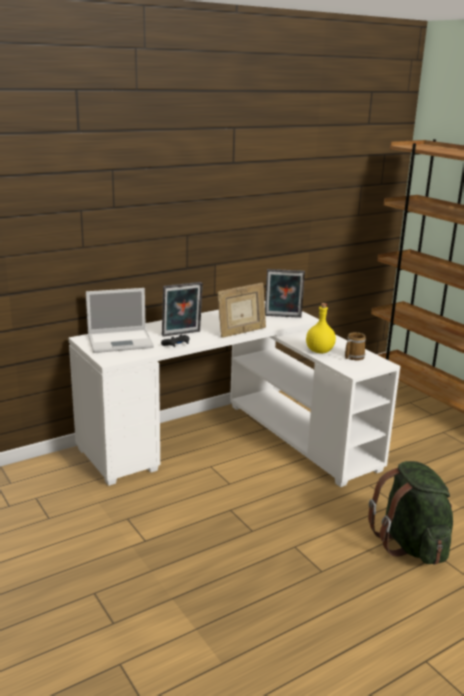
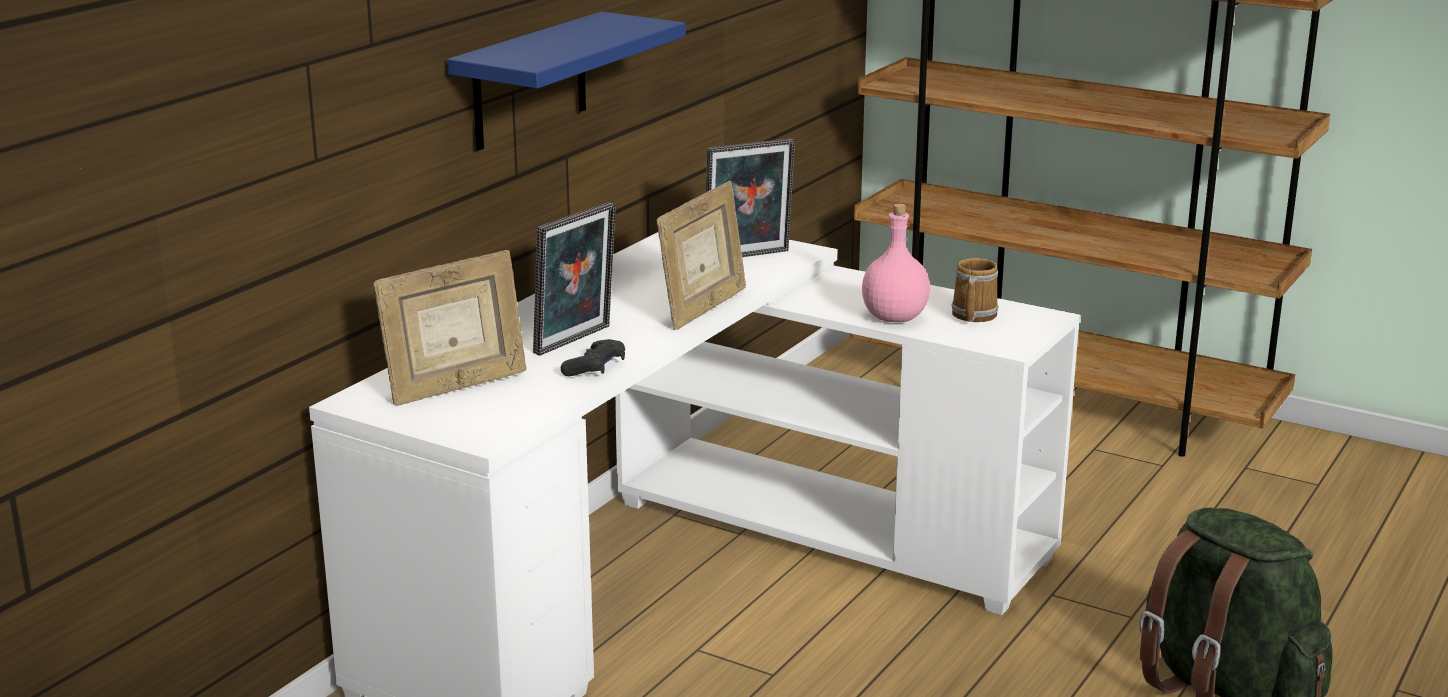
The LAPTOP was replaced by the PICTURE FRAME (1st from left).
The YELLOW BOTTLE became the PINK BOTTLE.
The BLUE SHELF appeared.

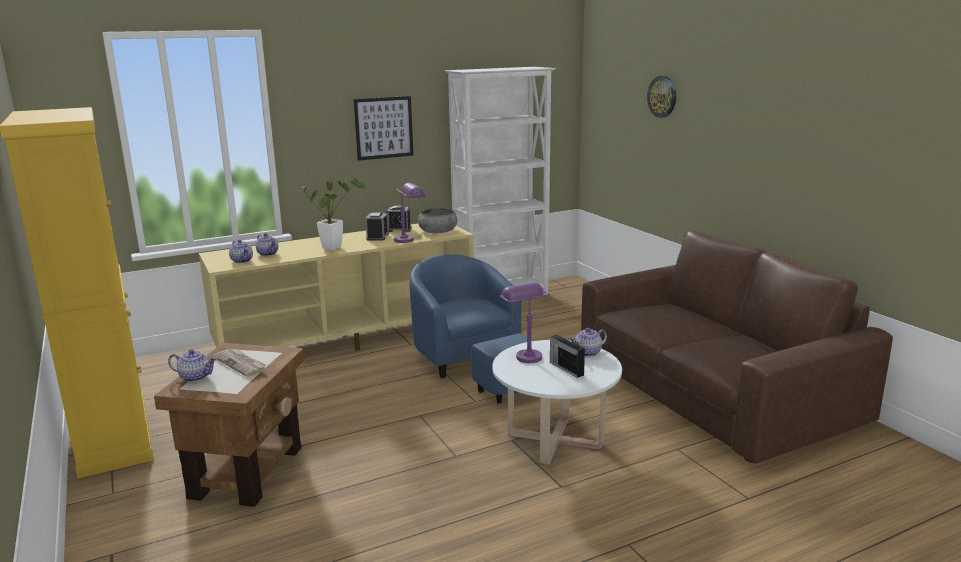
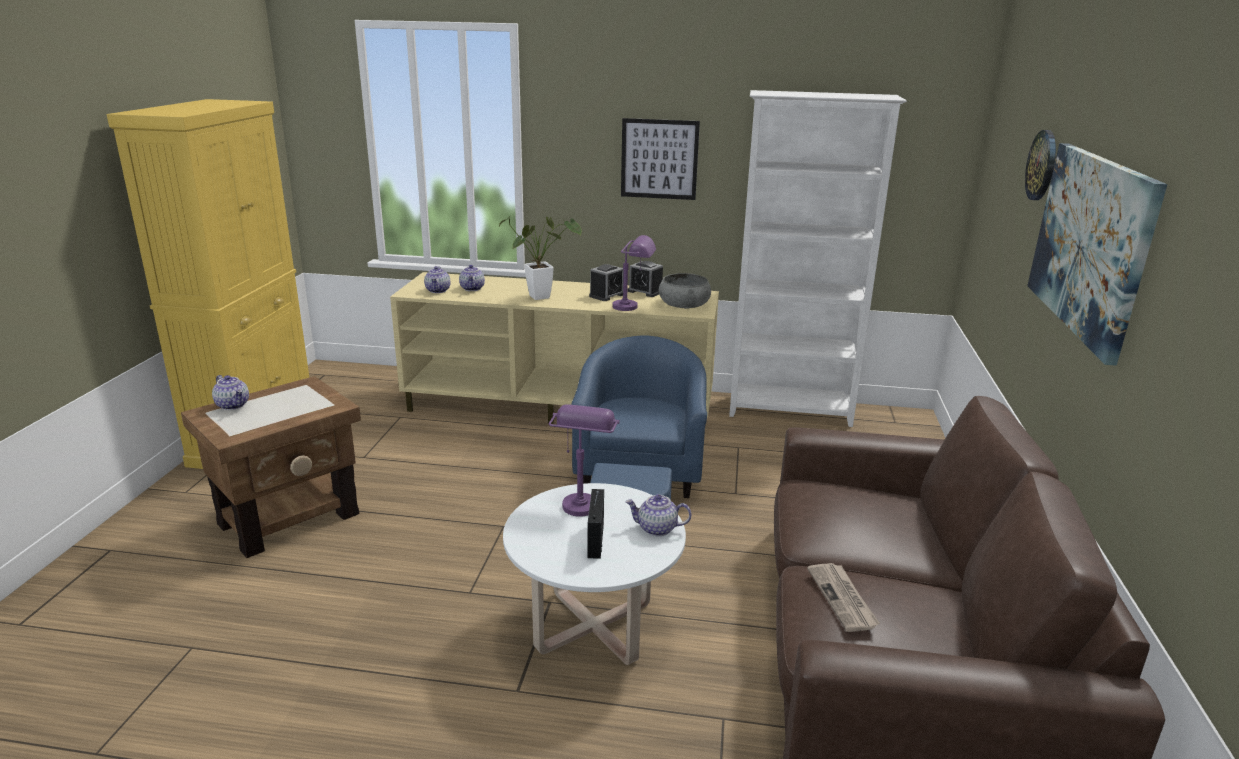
The NEWSPAPER moved.
The PICTURE (2nd from left) appeared.

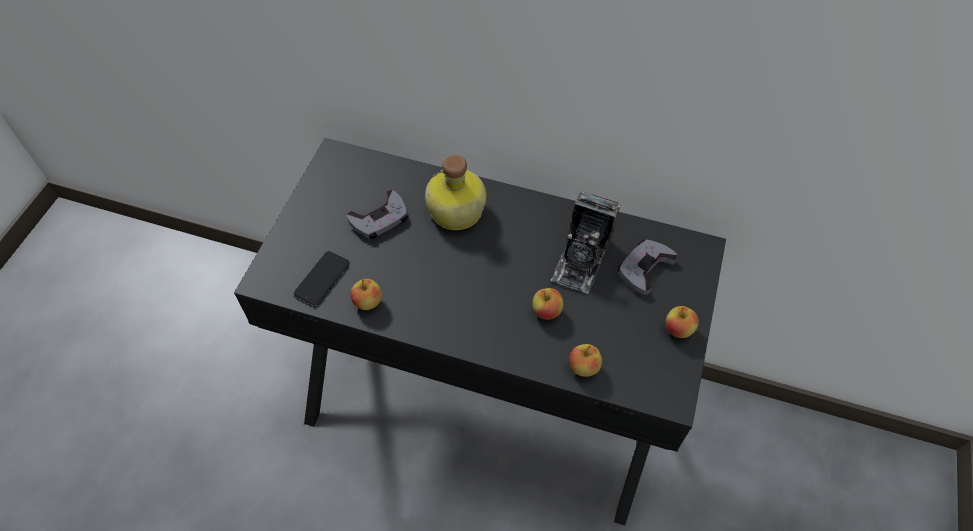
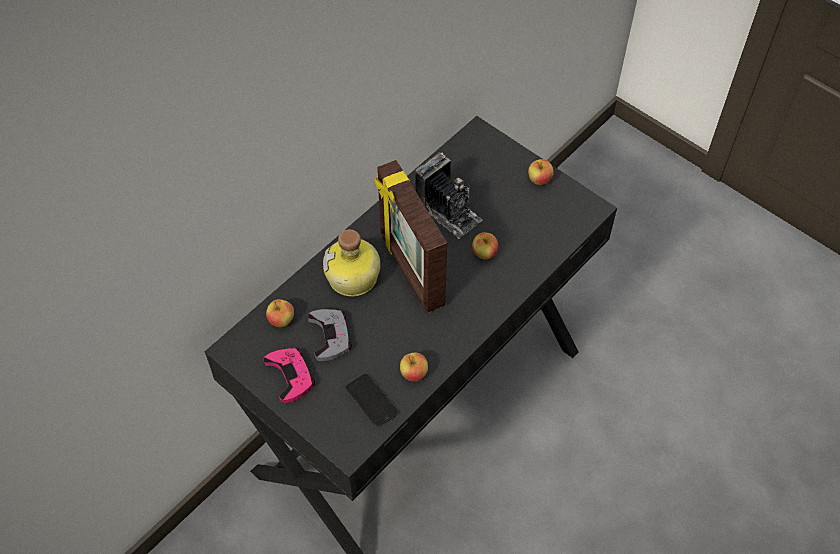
The GREY GAME CONTROLLER (2nd from left) disappeared.
The APPLE (3rd from left in the first image) moved.
The PICTURE FRAME appeared.
The PINK GAME CONTROLLER appeared.

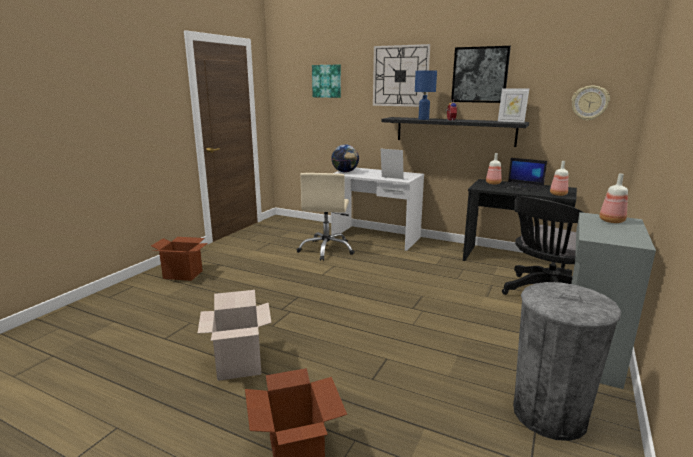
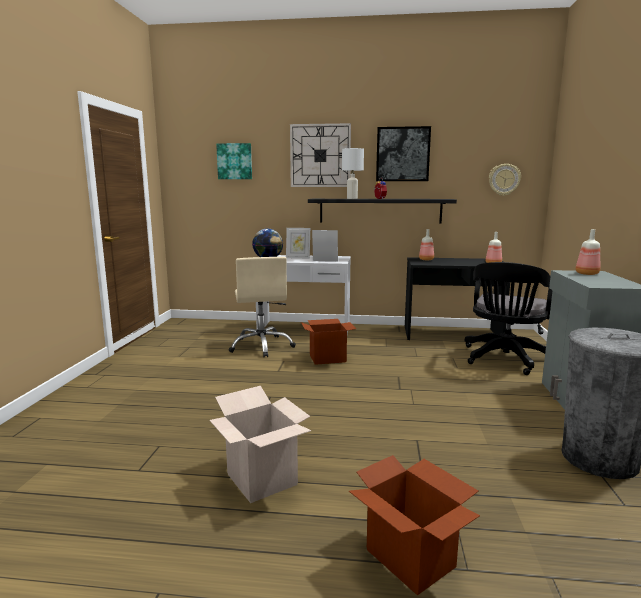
The BLUE TABLE LAMP became the WHITE TABLE LAMP.
The PICTURE FRAME (2nd from left in the first image) moved.
The LAPTOP disappeared.
The CARDBOARD BOX (1st from left in the first image) moved.

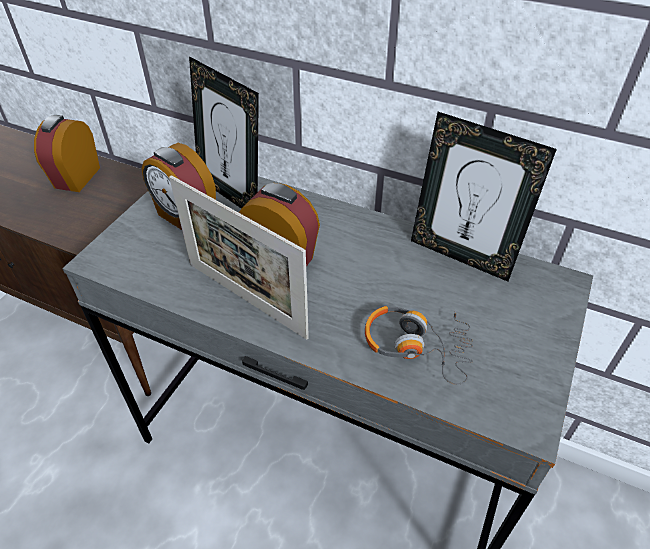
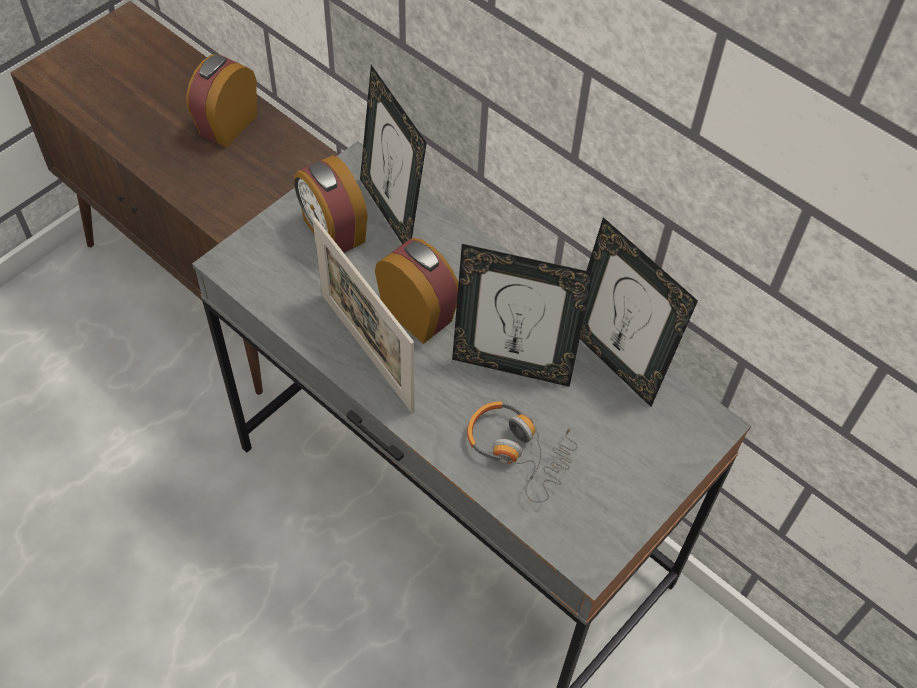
The PICTURE FRAME (3rd from left) appeared.

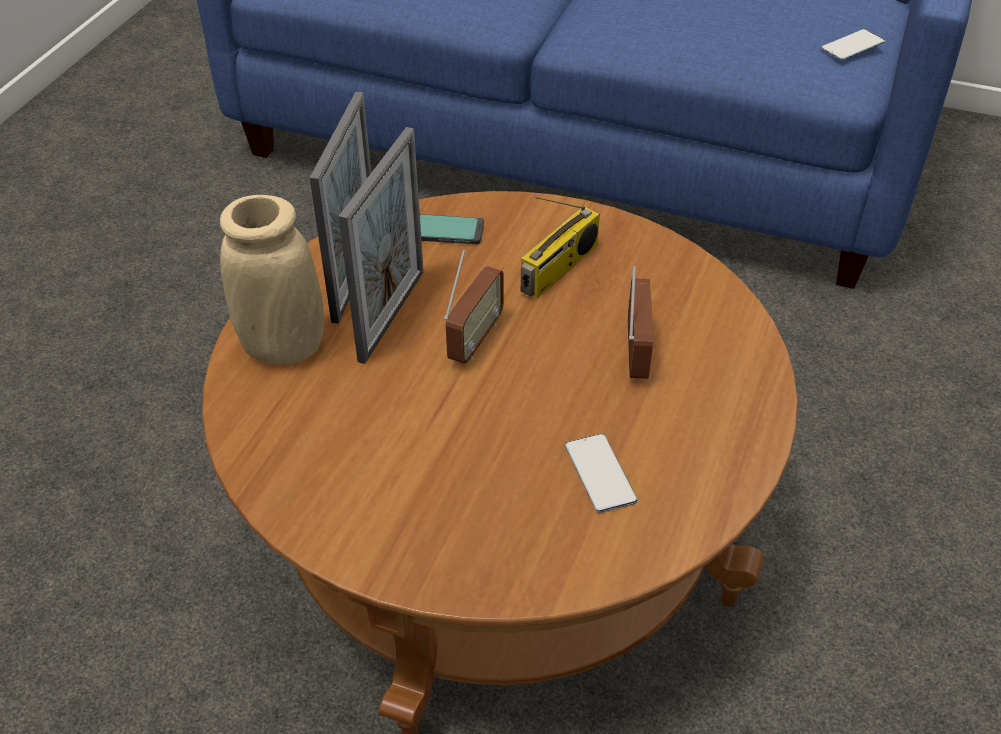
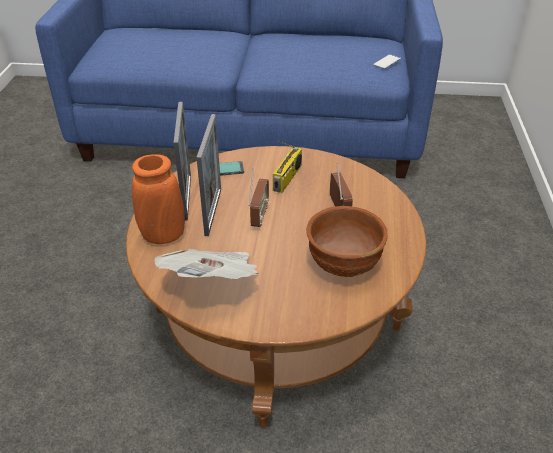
The BEIGE VASE became the ORANGE VASE.
The PHONE (2nd from left) was replaced by the BROWN BOWL.
The NEWSPAPER appeared.

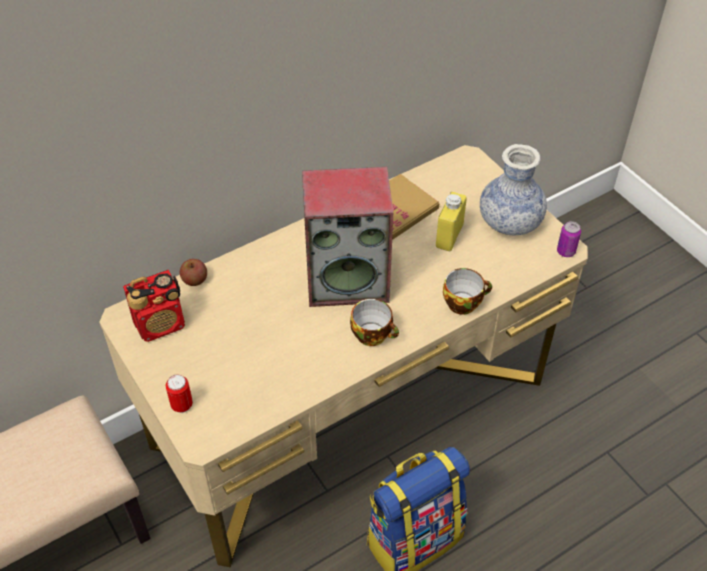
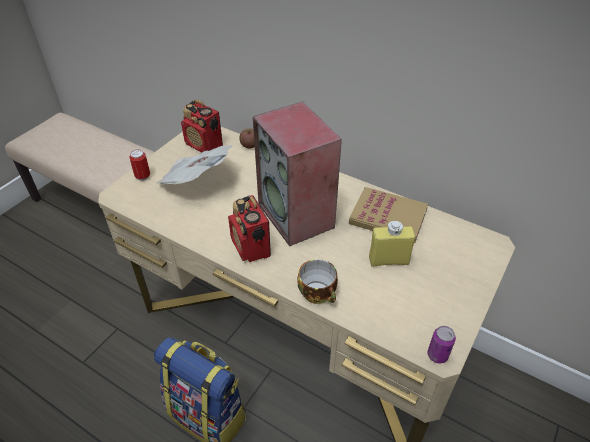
The VASE disappeared.
The CUP (1st from left) was replaced by the RADIO (2nd from left).
The NEWSPAPER appeared.

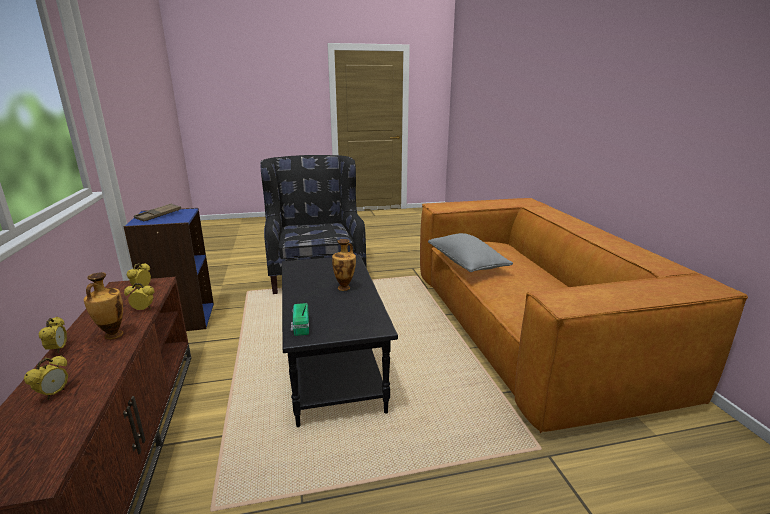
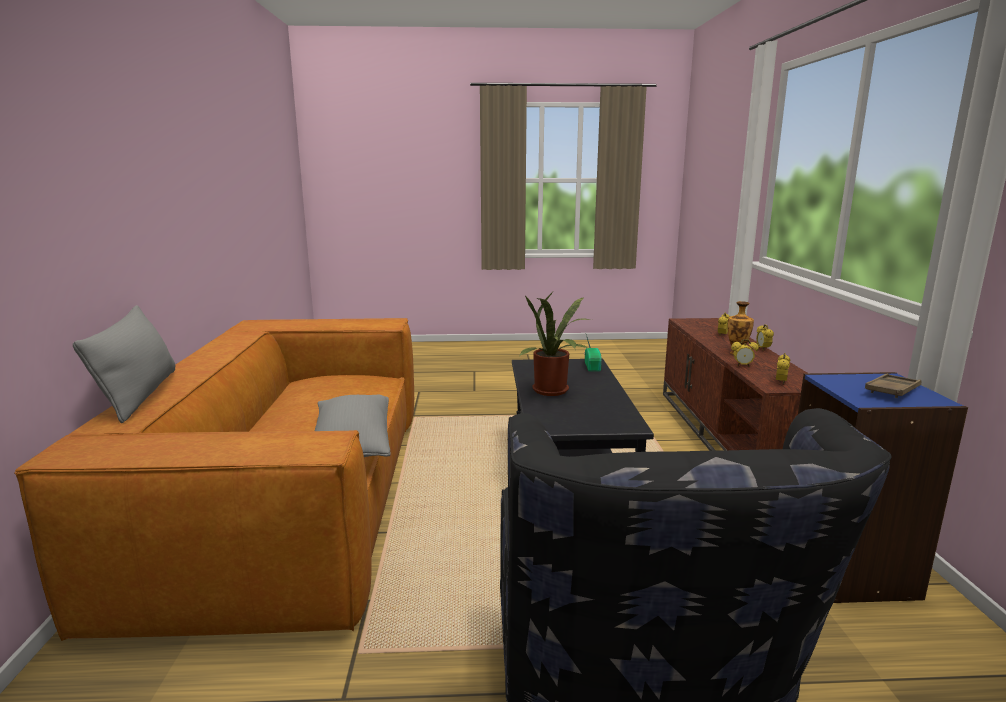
The VASE (2nd from left) was replaced by the POTTED PLANT.
The GREY PILLOW (1st from left) appeared.

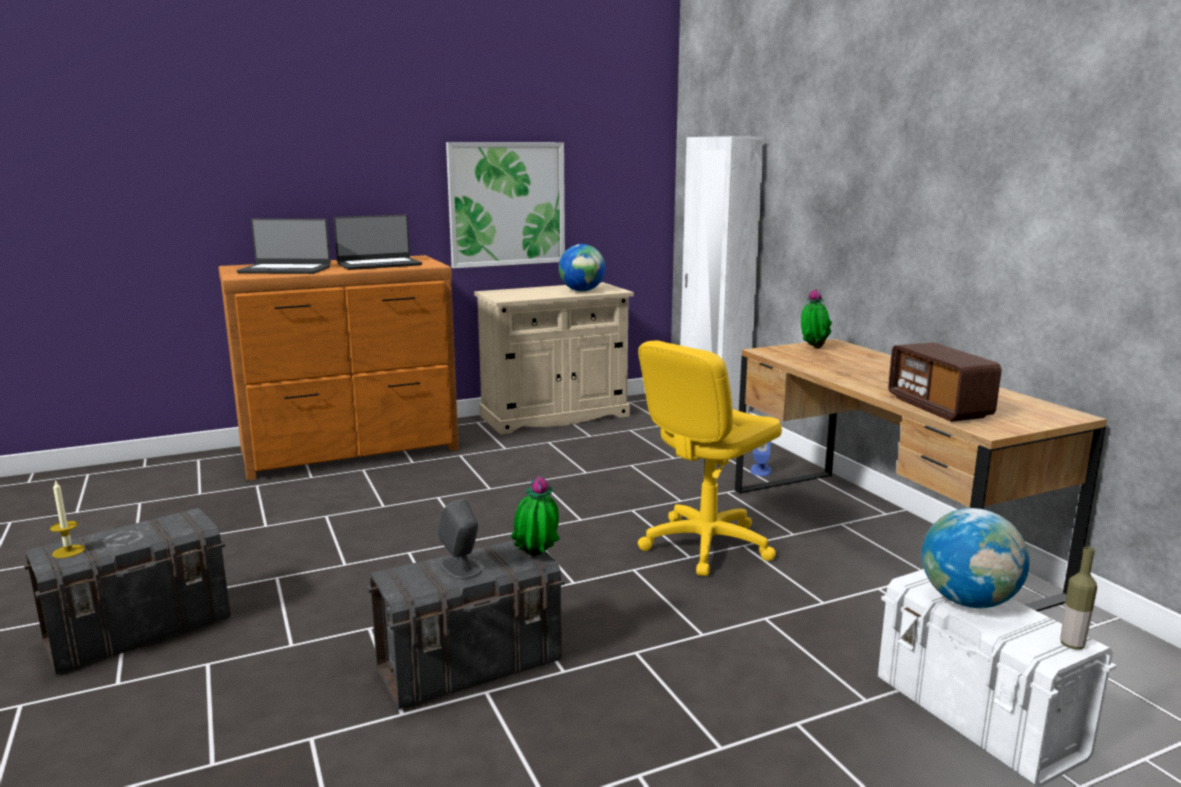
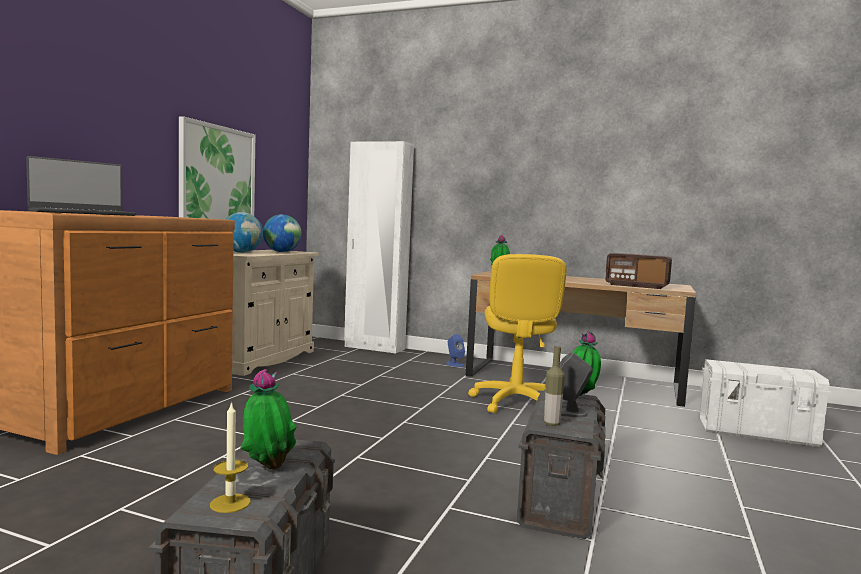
The LAPTOP (2nd from left) disappeared.
The GLOBE (2nd from left in the first image) moved.
The BOTTLE moved.
The POTTED PLANT (1st from left) appeared.

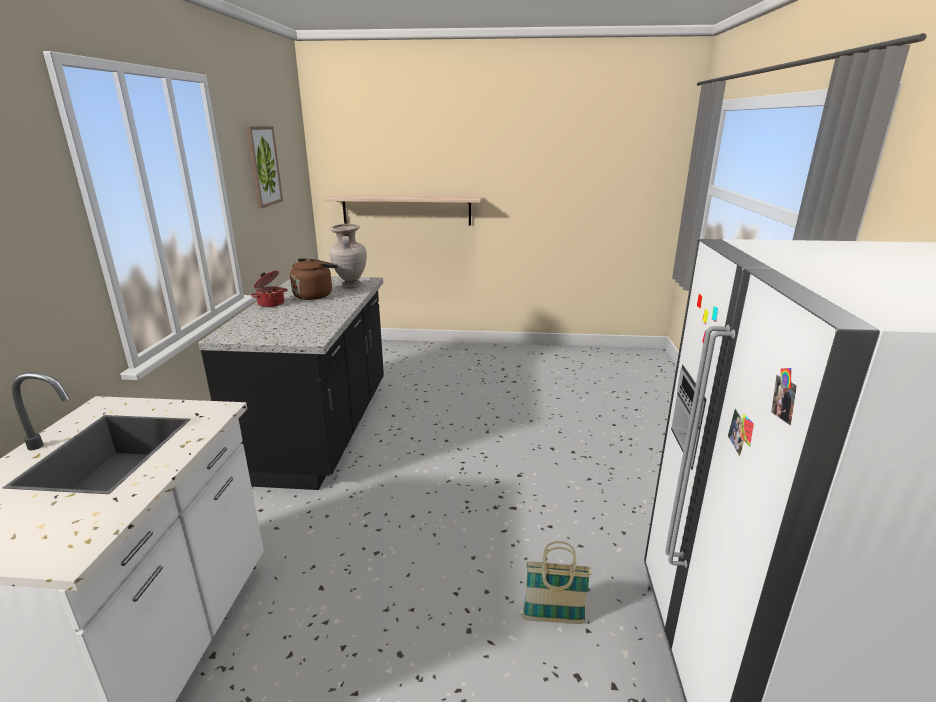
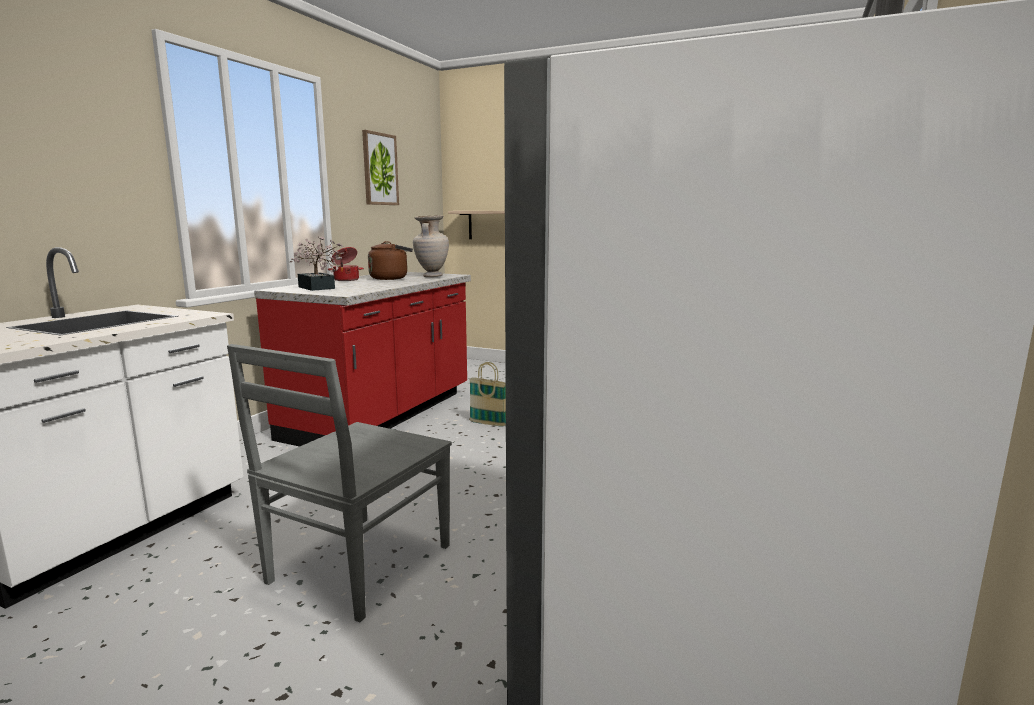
The BLACK COUNTER became the RED COUNTER.
The BASKET moved.
The POTTED PLANT appeared.
The GREY CHAIR appeared.

